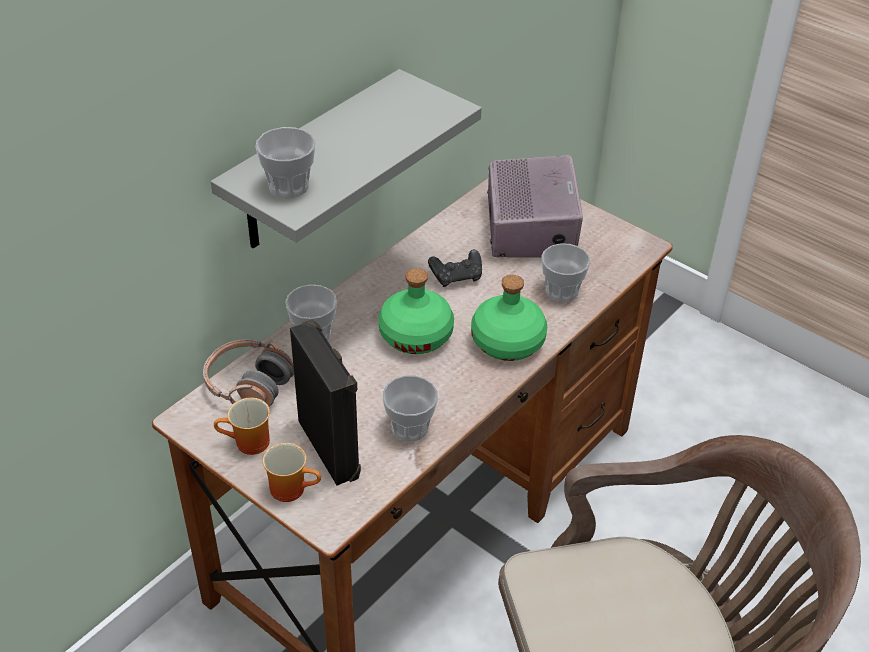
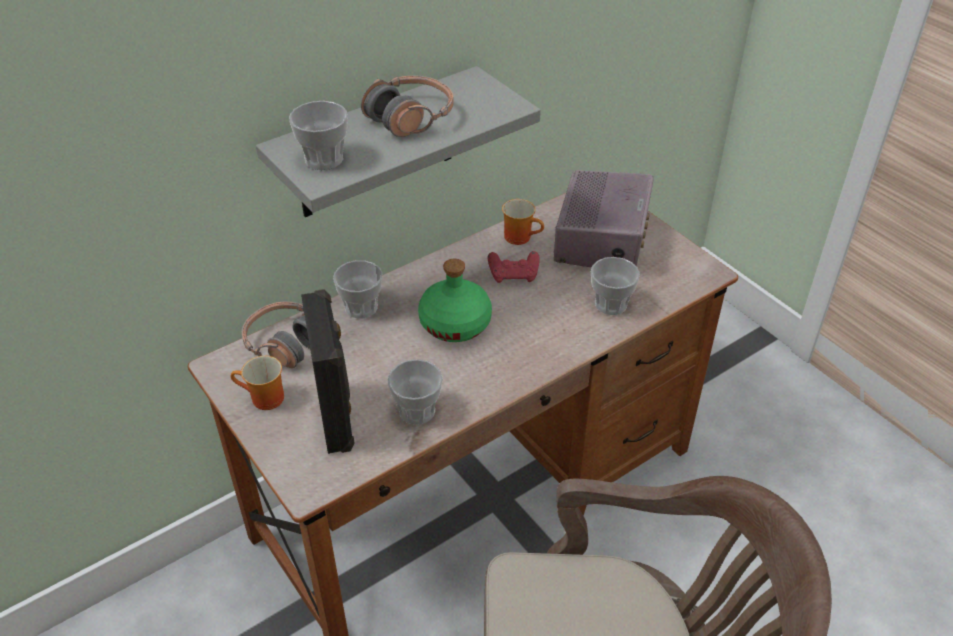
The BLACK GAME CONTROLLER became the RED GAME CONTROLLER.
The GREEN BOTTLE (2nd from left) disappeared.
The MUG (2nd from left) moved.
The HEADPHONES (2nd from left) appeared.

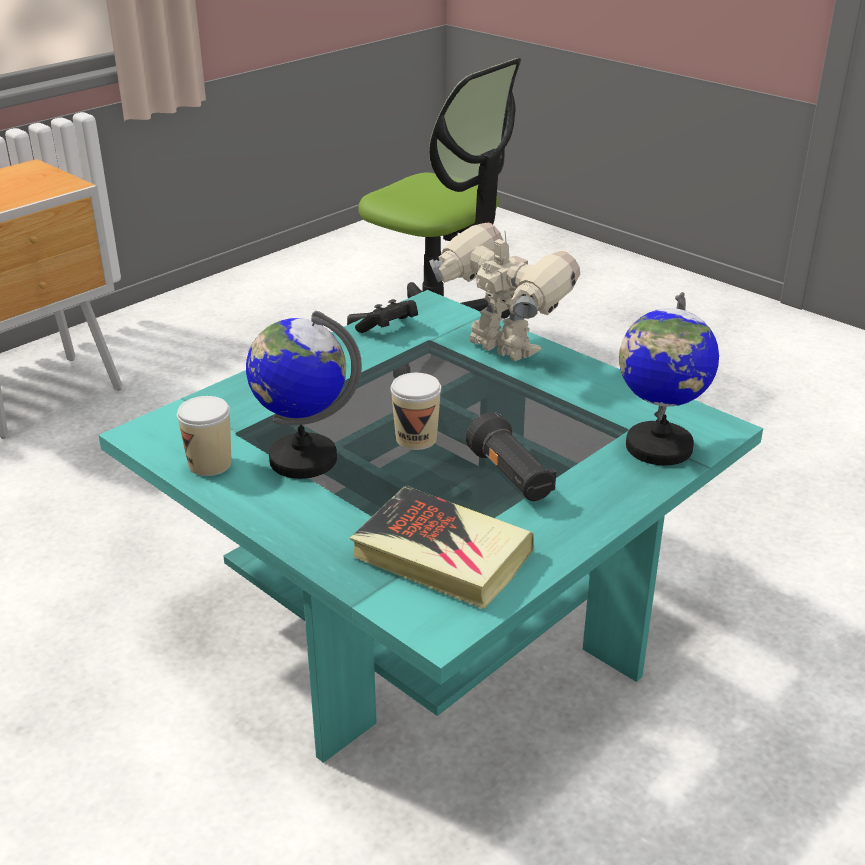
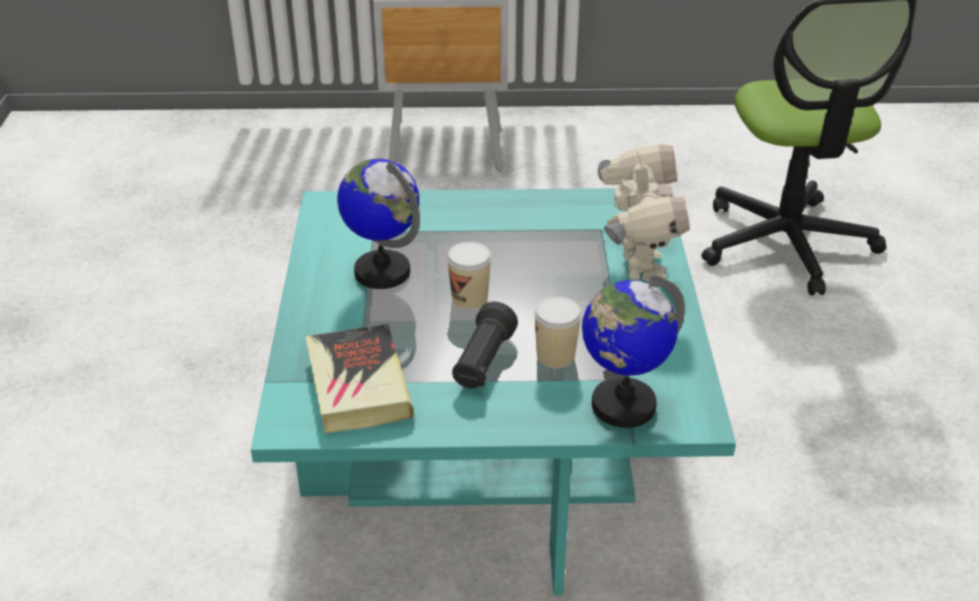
The BLACK GAME CONTROLLER disappeared.
The CUP (1st from left in the first image) moved.

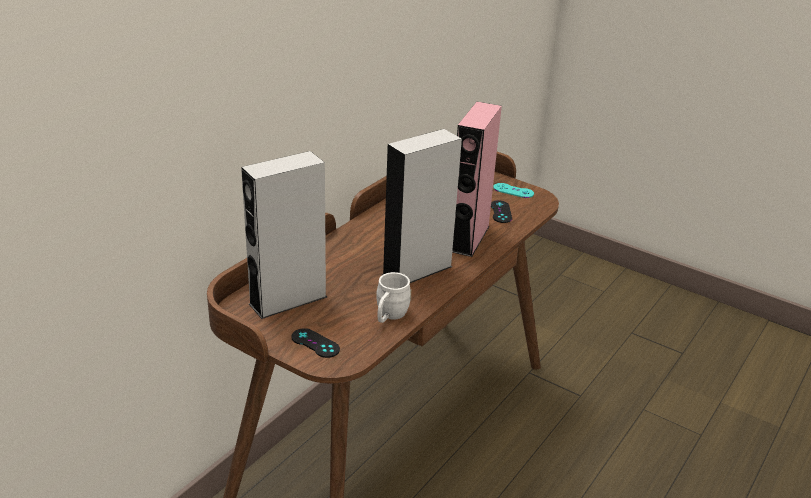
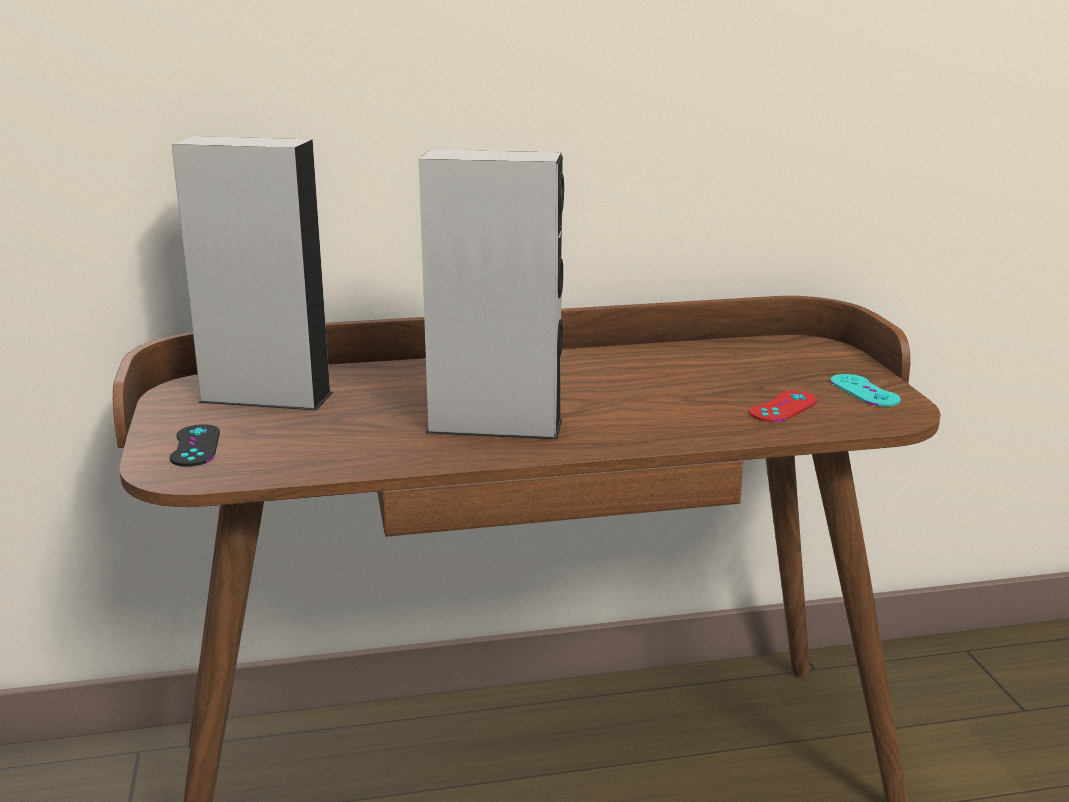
The PINK SPEAKER disappeared.
The BLACK GAME CONTROLLER (2nd from left) became the RED GAME CONTROLLER.
The WHITE MUG disappeared.

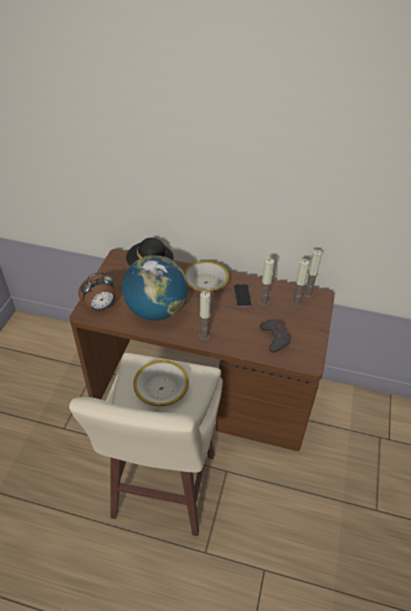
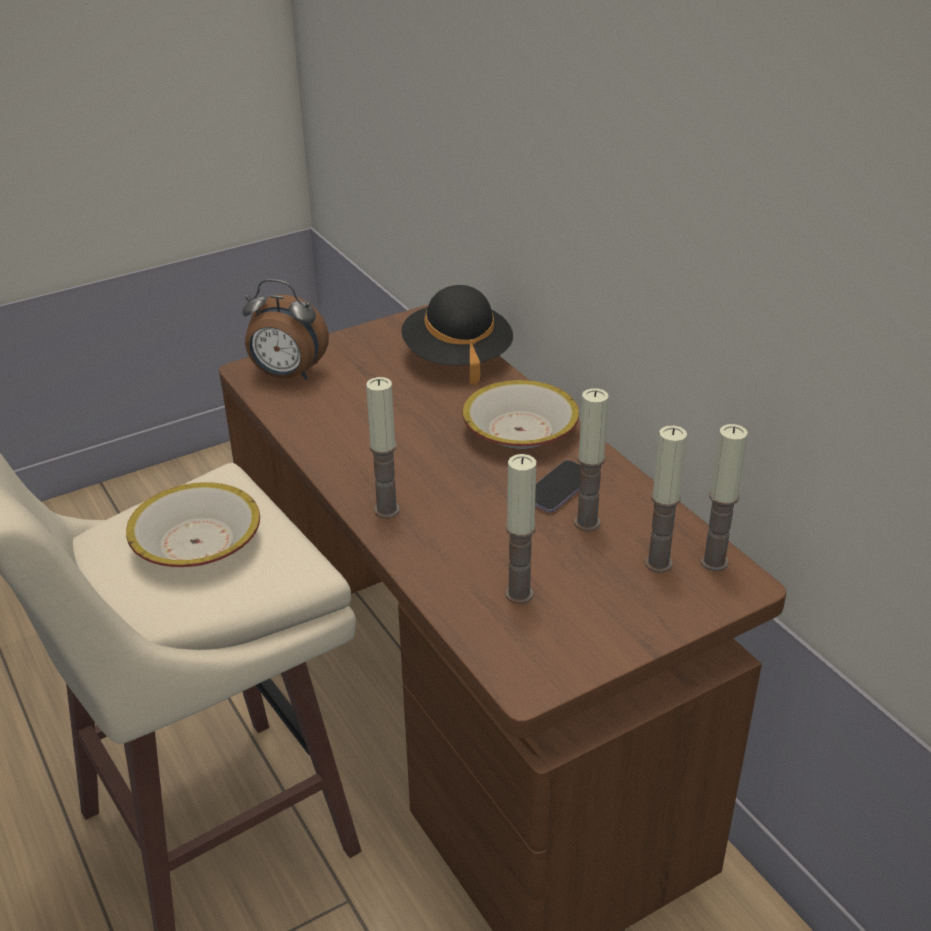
The GLOBE disappeared.
The GREY GAME CONTROLLER was replaced by the CANDLE (2nd from left).

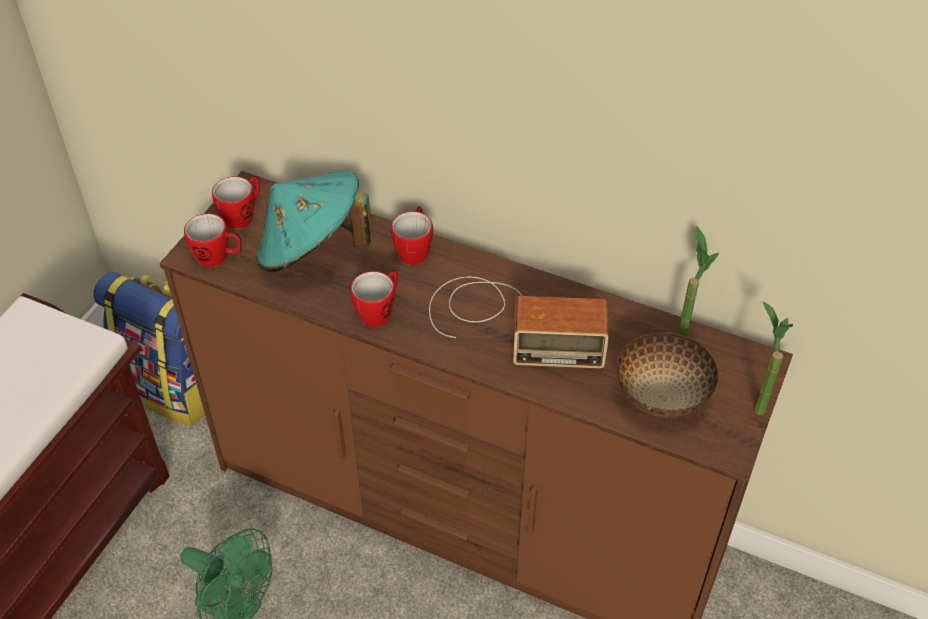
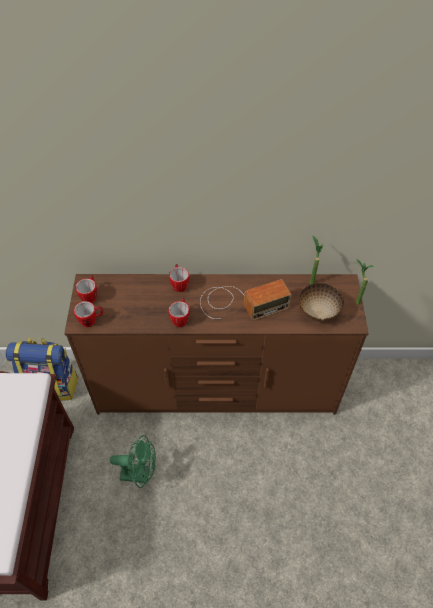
The TURQUOISE HAT disappeared.

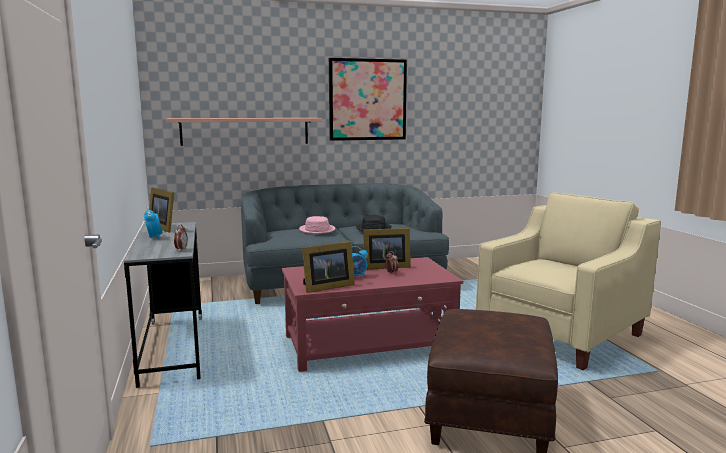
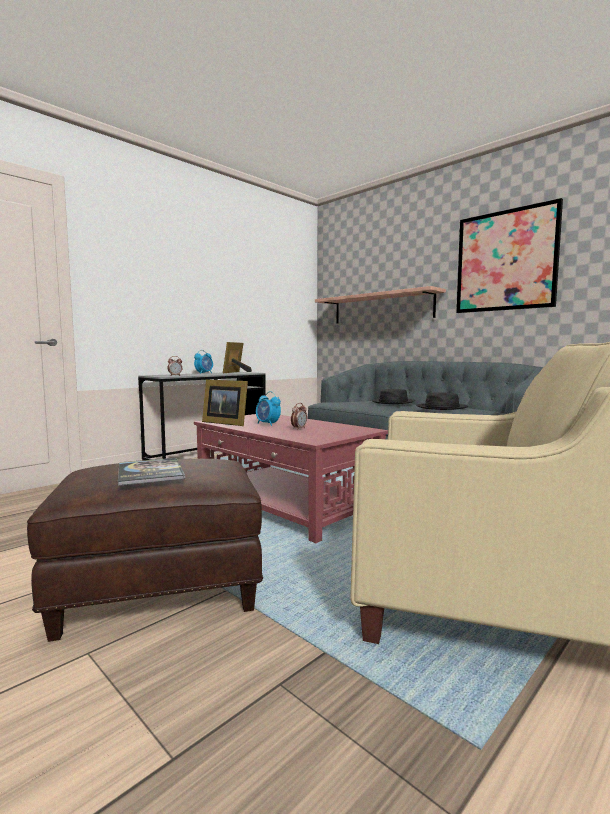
The PINK HAT became the BLACK HAT (1st from left).
The PICTURE FRAME (3rd from left) disappeared.
The BOOK appeared.

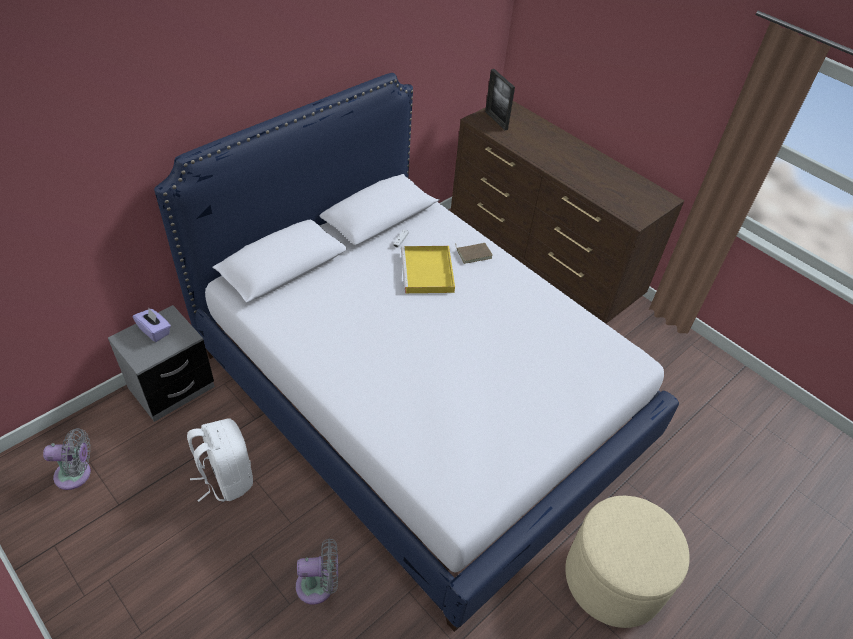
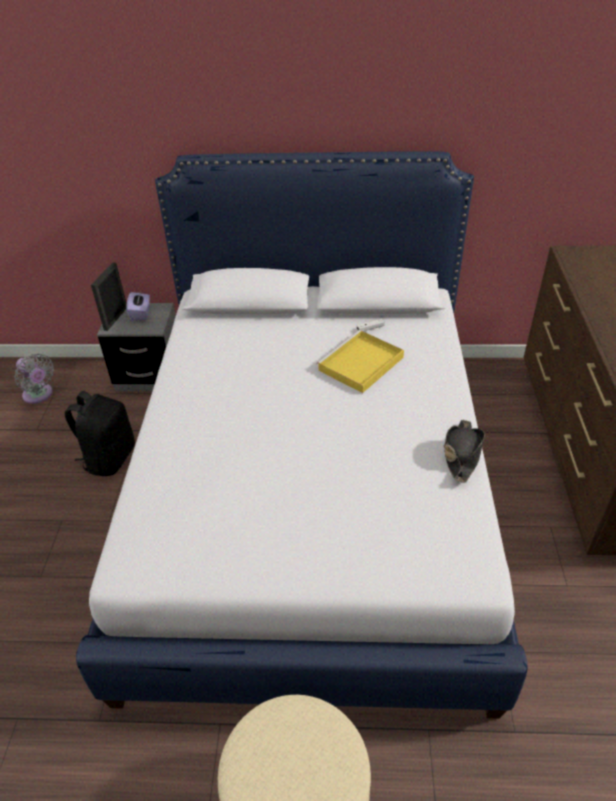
The PICTURE FRAME moved.
The BROWN BOOK disappeared.
The WHITE BACKPACK became the BLACK BACKPACK.
The GREY FAN (2nd from left) disappeared.
The BLACK HAT appeared.

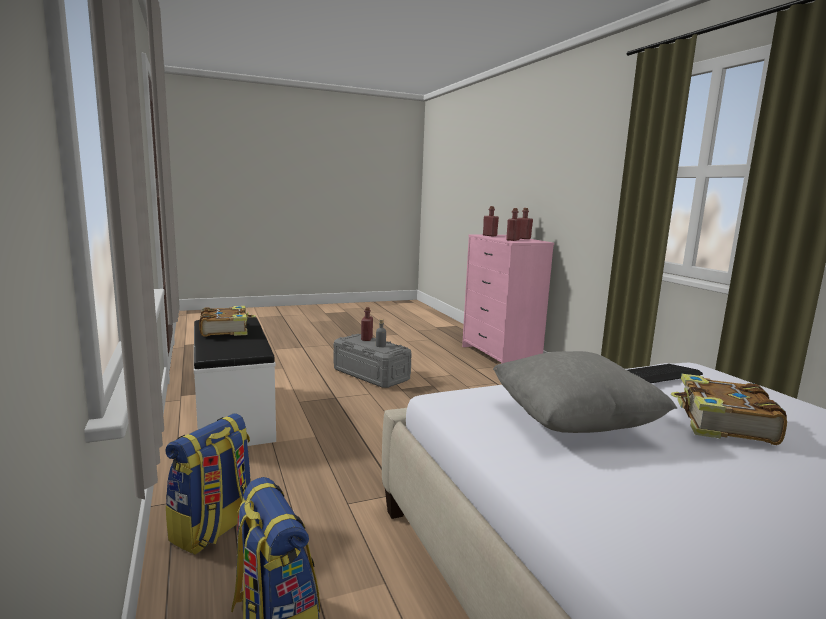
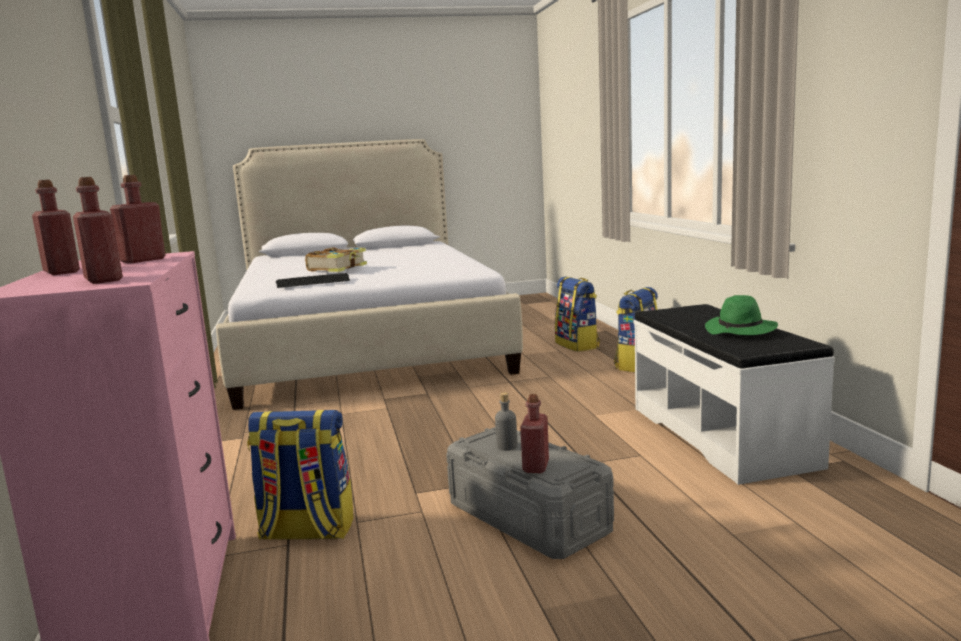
The BOOK (1st from left) was replaced by the GREEN HAT.
The GREY PILLOW disappeared.
The BACKPACK (1st from left) appeared.

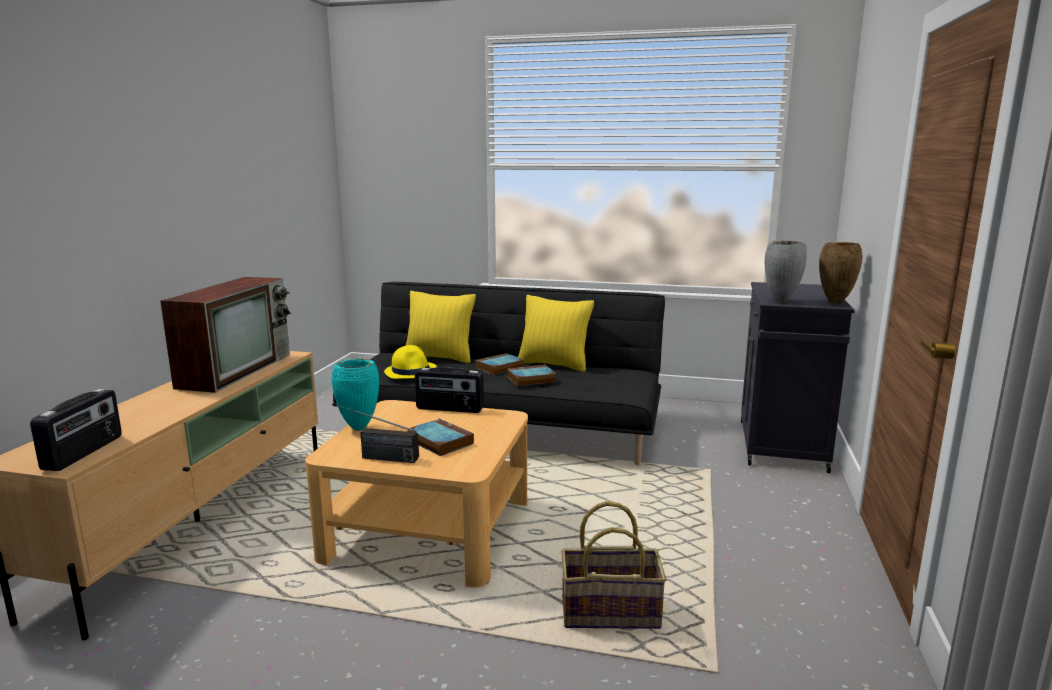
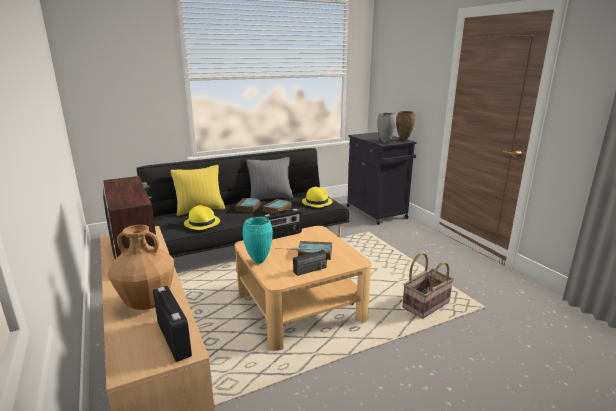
The YELLOW PILLOW (2nd from left) became the GREY PILLOW.
The YELLOW HAT (2nd from left) appeared.
The BROWN VASE (1st from left) appeared.

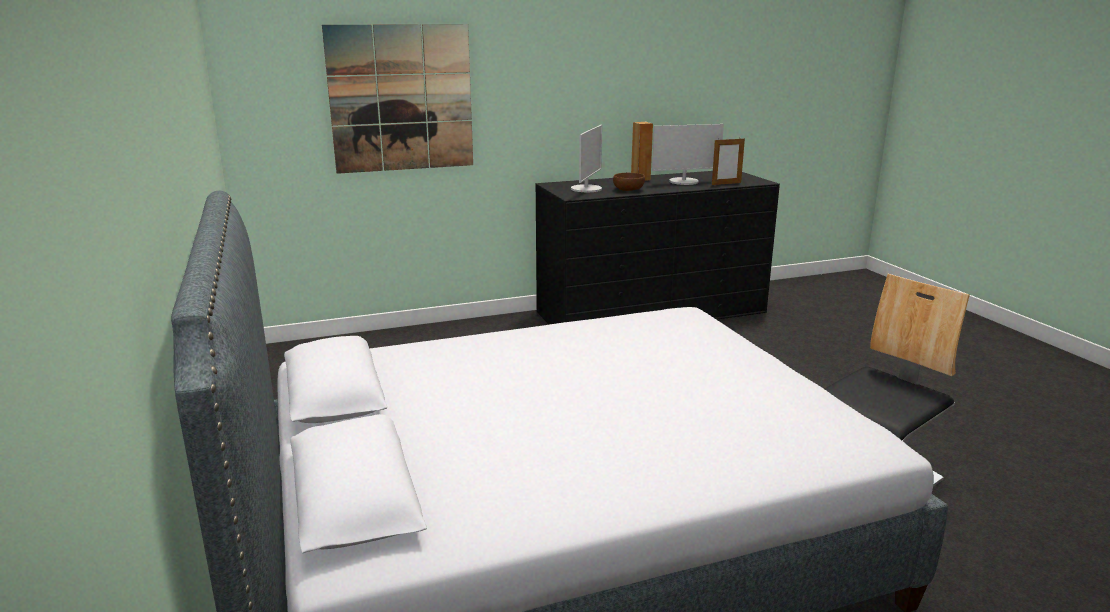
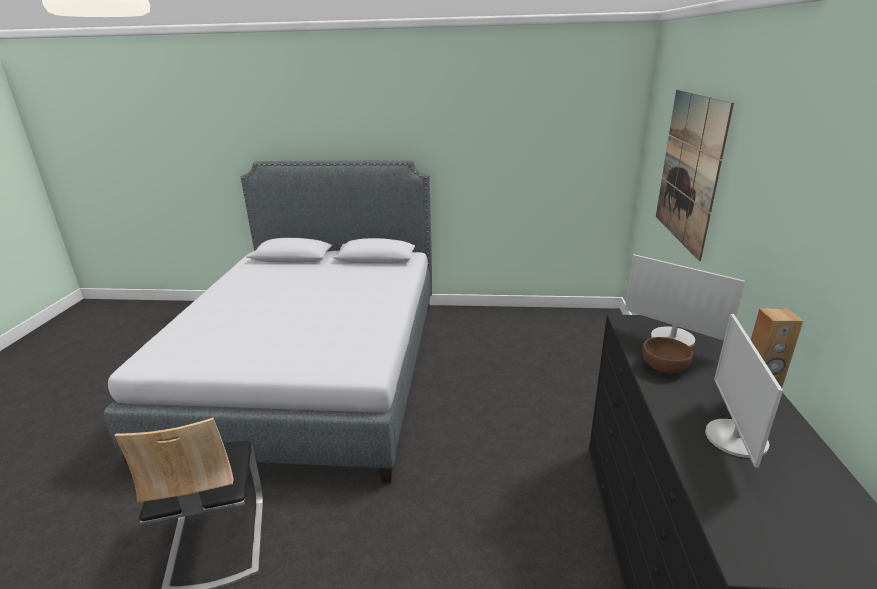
The PICTURE FRAME disappeared.

